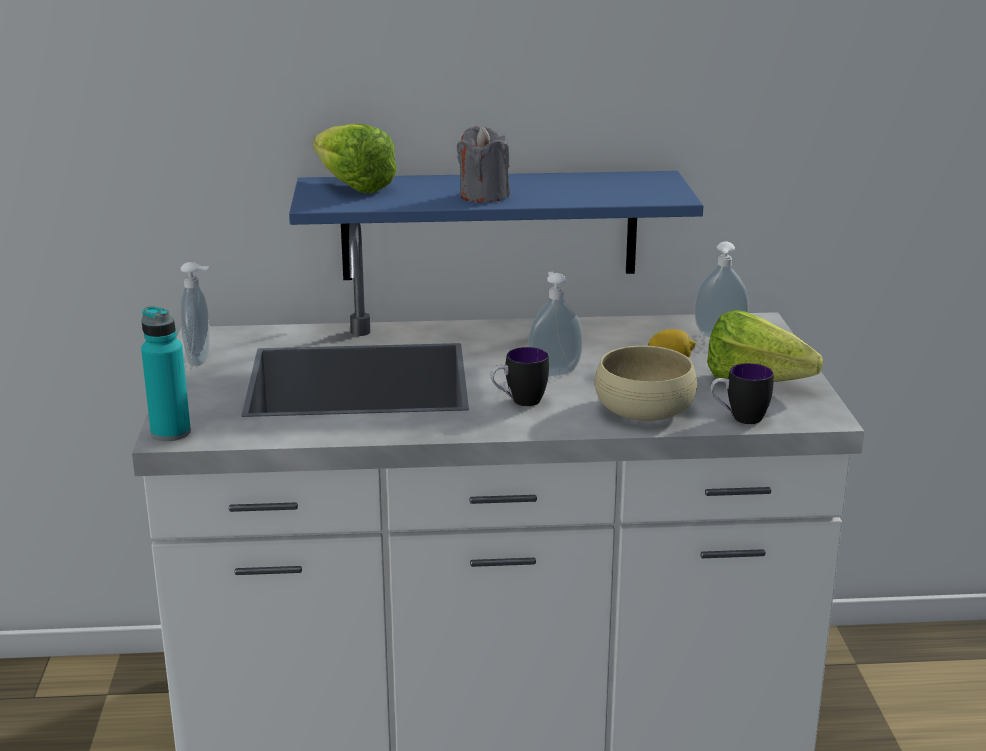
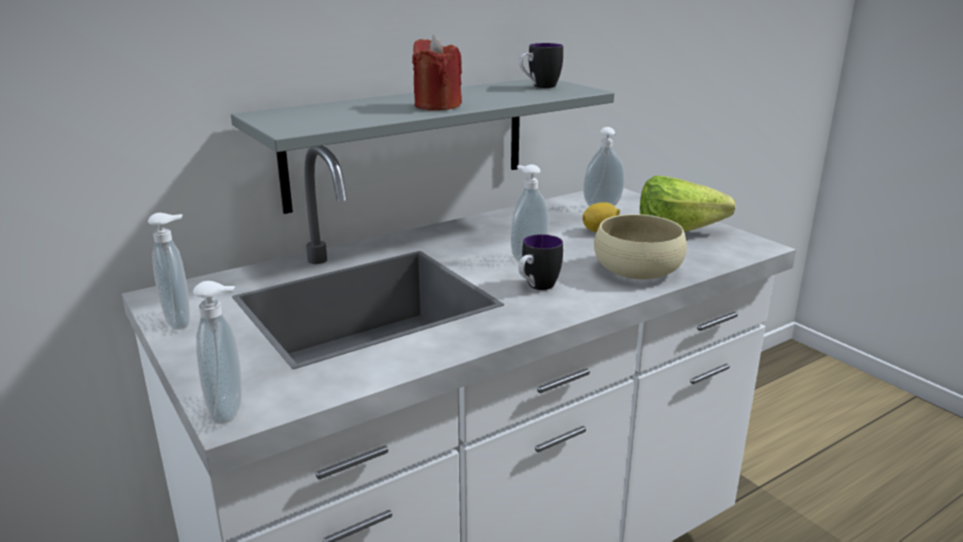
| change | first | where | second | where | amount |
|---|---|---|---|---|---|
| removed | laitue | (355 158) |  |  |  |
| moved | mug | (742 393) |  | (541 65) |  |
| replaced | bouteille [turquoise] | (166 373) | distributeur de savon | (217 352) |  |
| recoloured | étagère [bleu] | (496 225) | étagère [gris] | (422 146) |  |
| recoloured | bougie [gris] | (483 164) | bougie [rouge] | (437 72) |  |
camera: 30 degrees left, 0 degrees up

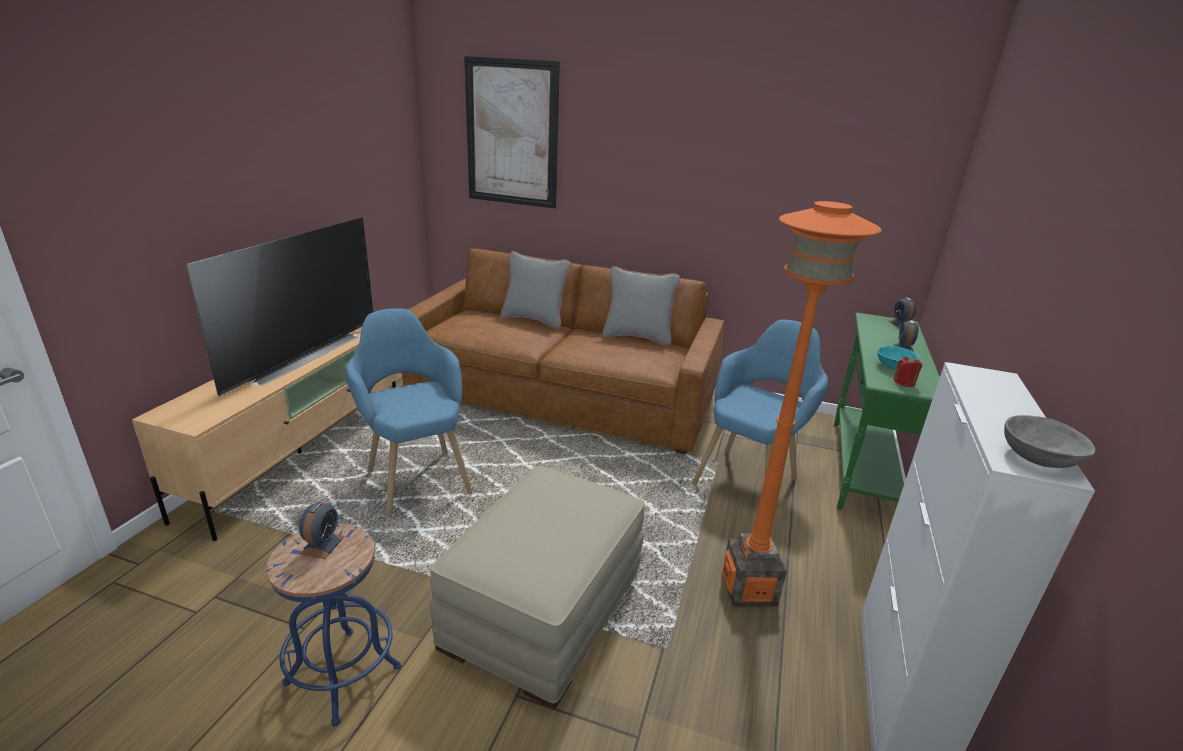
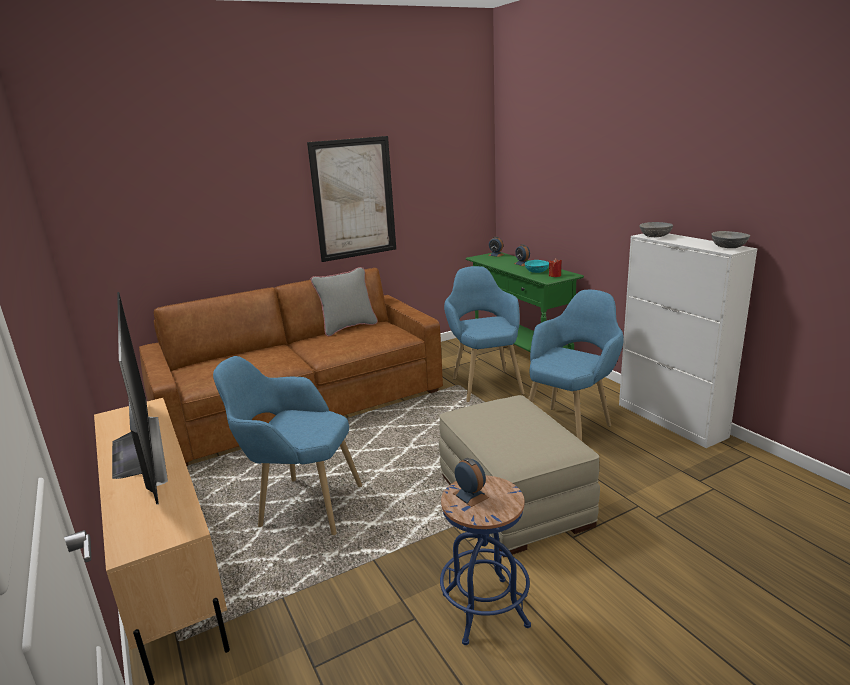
| change | first | where | second | where | amount |
|---|---|---|---|---|---|
| removed | coussin [gris] | (536 290) |  |  |  |
| added |  |  | bol [gris] | (656 229) |  |
| moved | tableau | (512 132) |  | (351 199) |  |
| replaced | lampadaire [orange] | (802 404) | fauteuil [bleu] | (576 365) |  |
camera: 45 degrees left, 5 degrees down

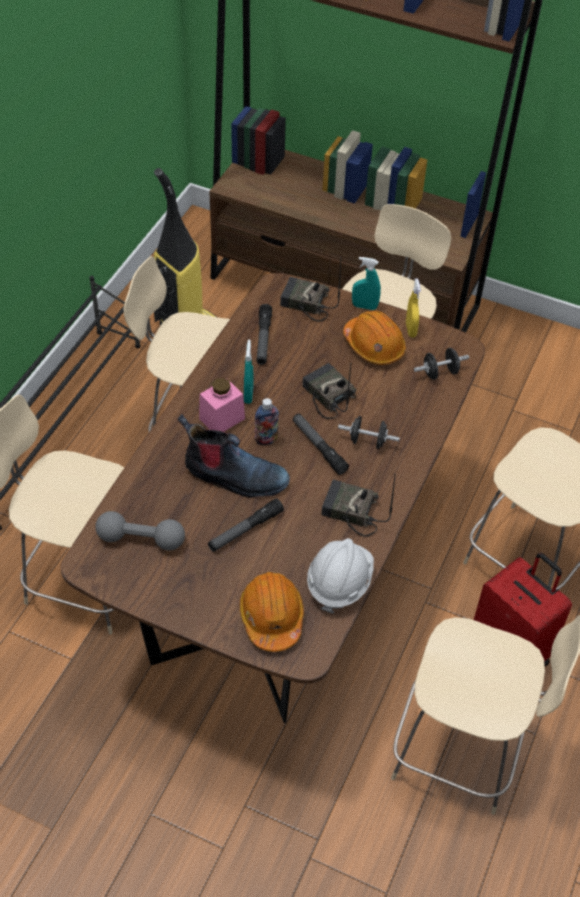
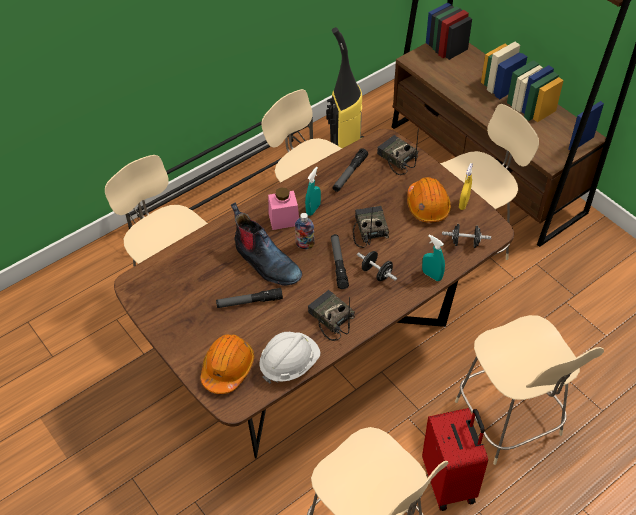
| change | first | where | second | where | amount |
|---|---|---|---|---|---|
| removed | haltère [gris] | (140 530) |  |  |  |
| moved | vaporisateur [turquoise] | (366 283) |  | (433 257) |  |
camera: 30 degrees right, 0 degrees up

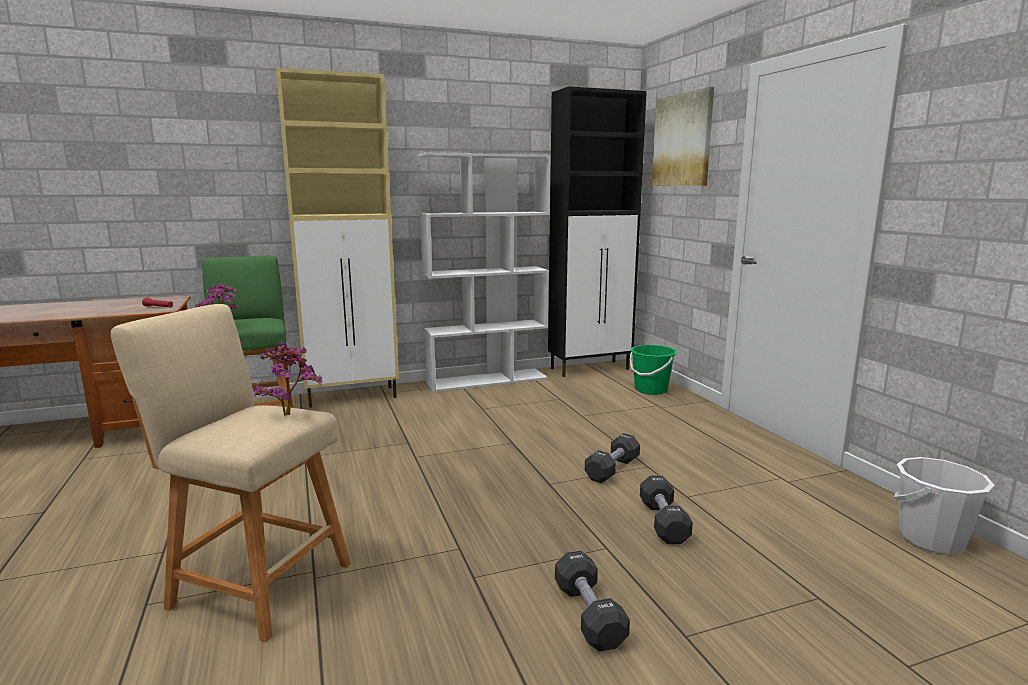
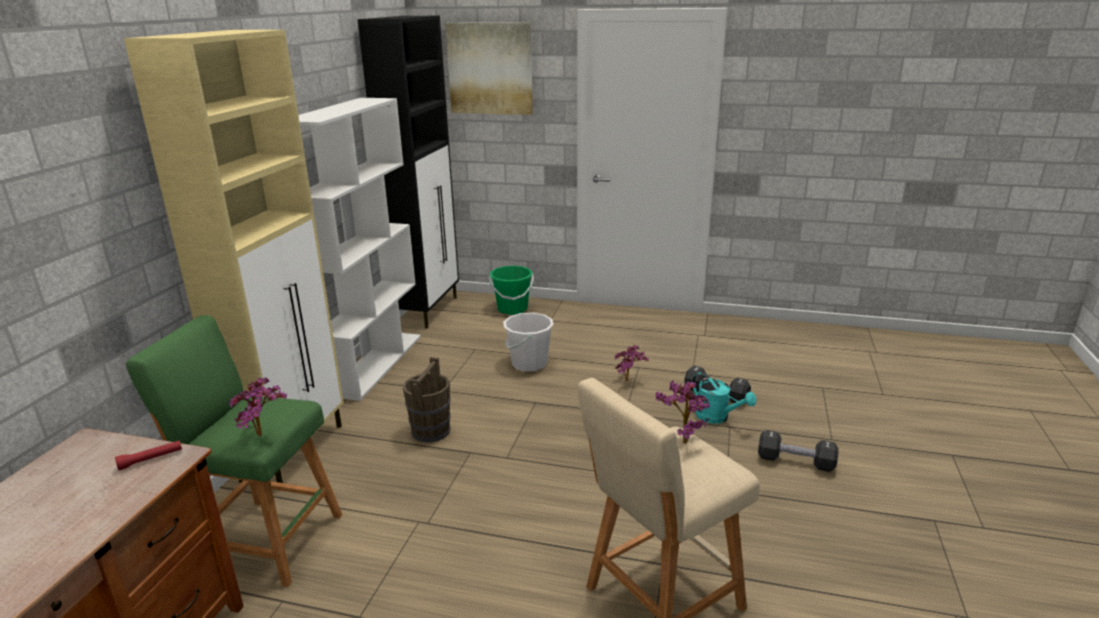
| change | first | where | second | where | amount |
|---|---|---|---|---|---|
| added |  |  | seau [marron] | (427 400) |  |
| added |  |  | arrosoir [turquoise] | (724 398) |  |
| moved | seau [blanc] | (944 505) |  | (528 342) |  |
| replaced | haltère [noir] | (612 458) | plante en pot | (631 363) |  |
camera: 55 degrees left, 10 degrees up

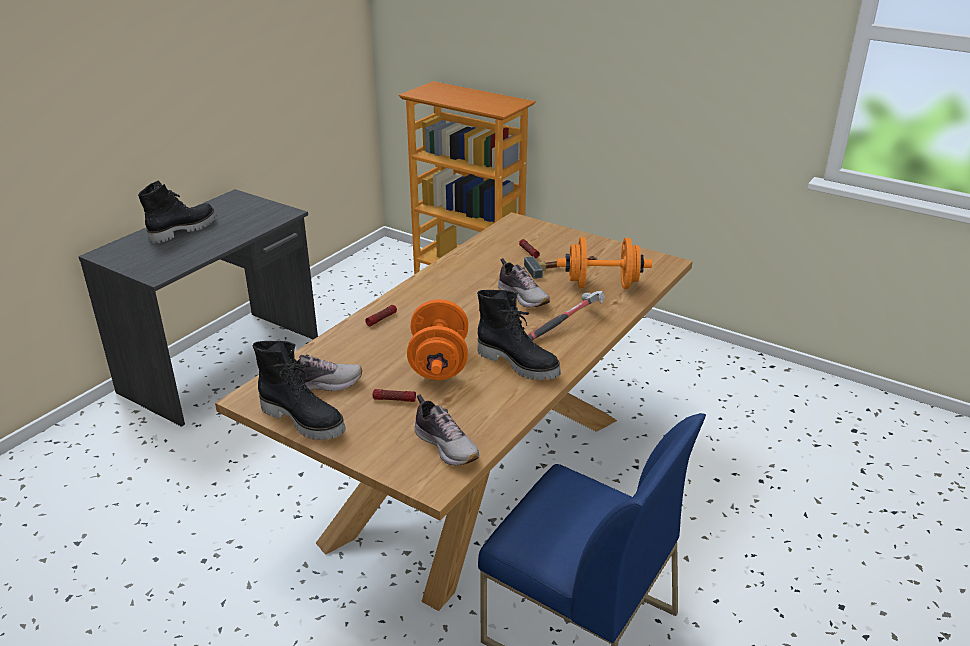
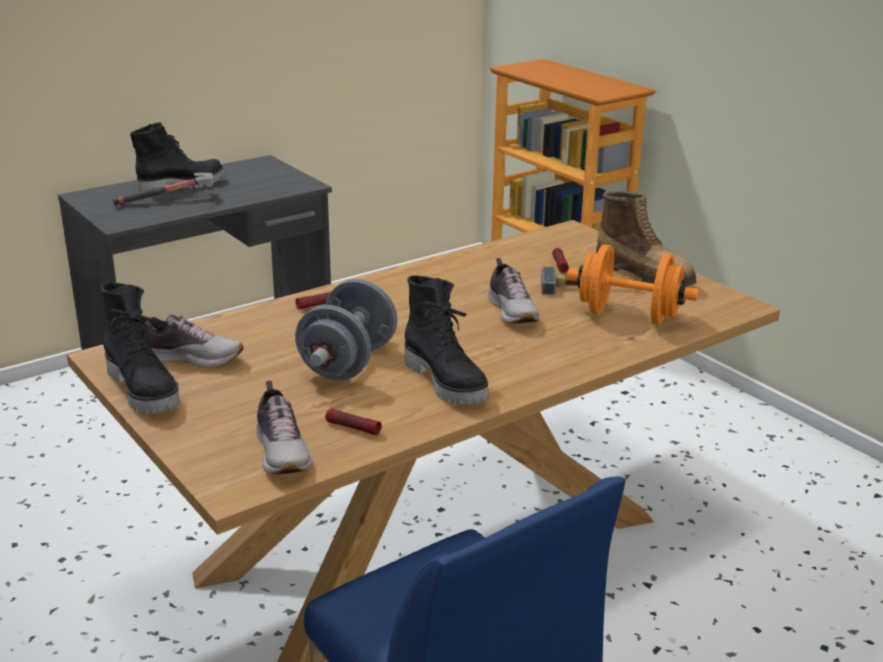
| change | first | where | second | where | amount |
|---|---|---|---|---|---|
| added |  |  | botte | (646 238) |  |
| moved | lampe de poche | (394 395) |  | (353 422) |  |
| moved | marteau | (566 316) |  | (164 189) |  |
| recoloured | haltère [orange] | (437 339) | haltère [gris] | (346 330) |  |
camera: 20 degrees right, 5 degrees down

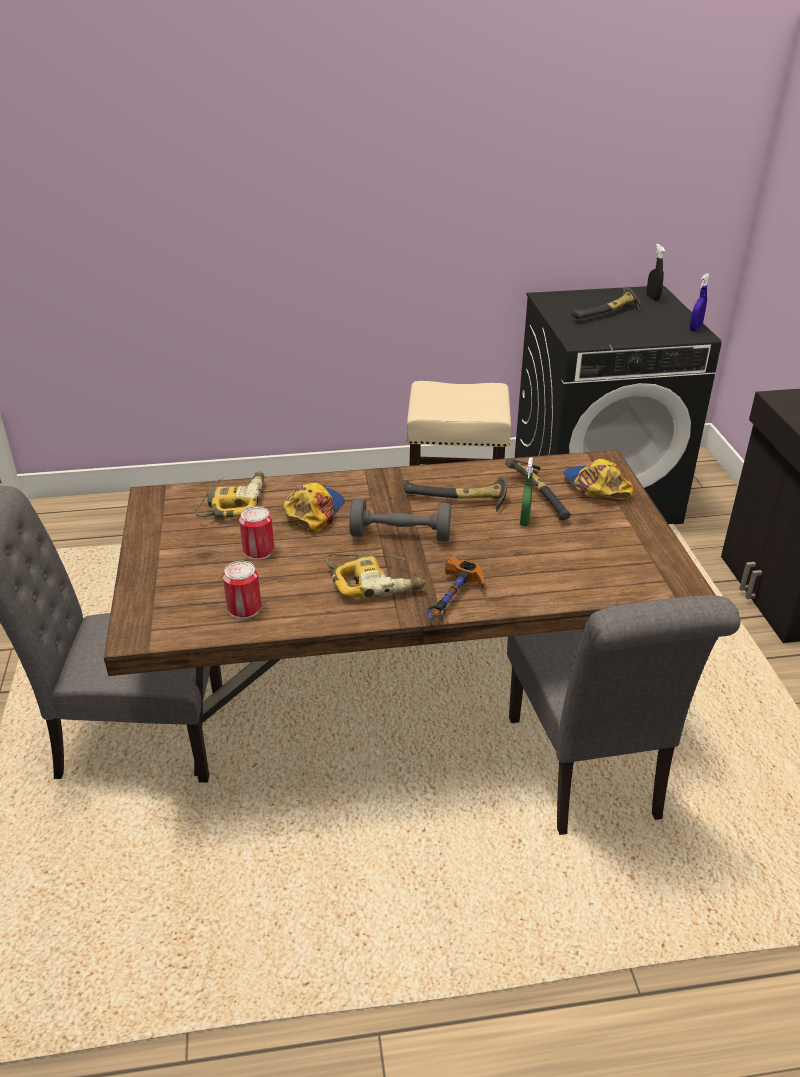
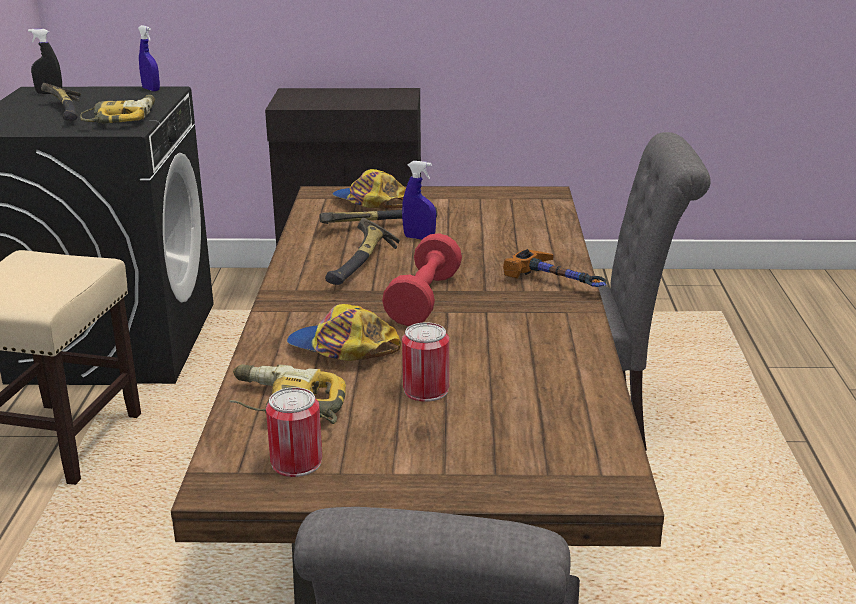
| change | first | where | second | where | amount |
|---|---|---|---|---|---|
| moved | boîte métallique | (242 590) |  | (294 432) |  |
| moved | perceuse | (376 575) |  | (117 109) |  |
| recoloured | haltère [gris] | (400 520) | haltère [rouge] | (422 279) |  |
| recoloured | vaporisateur [vert] | (526 491) | vaporisateur [bleu] | (419 200) |  |
| turned | casquette | (598 480) |  | (369 189) | 60 degrees clockwise |
camera: 80 degrees left, 10 degrees down

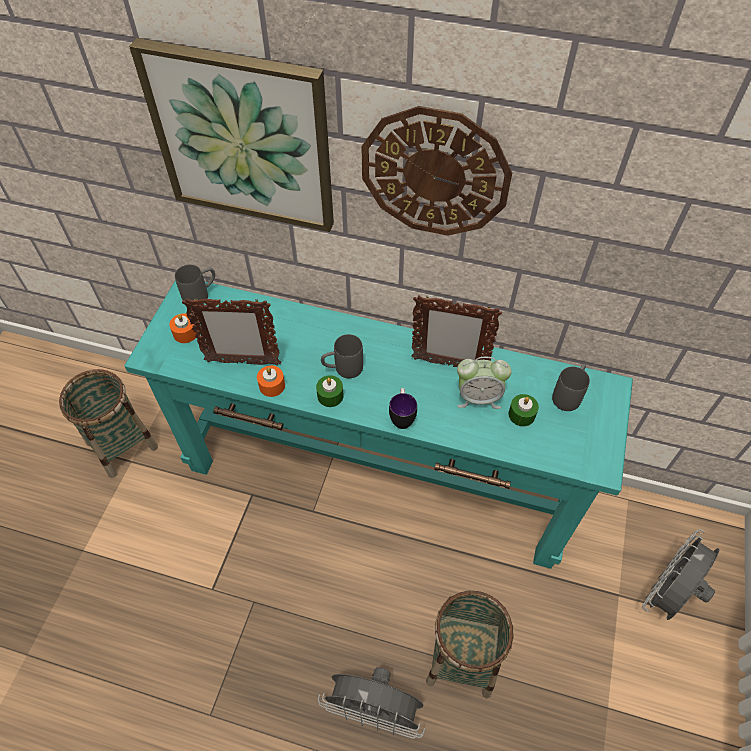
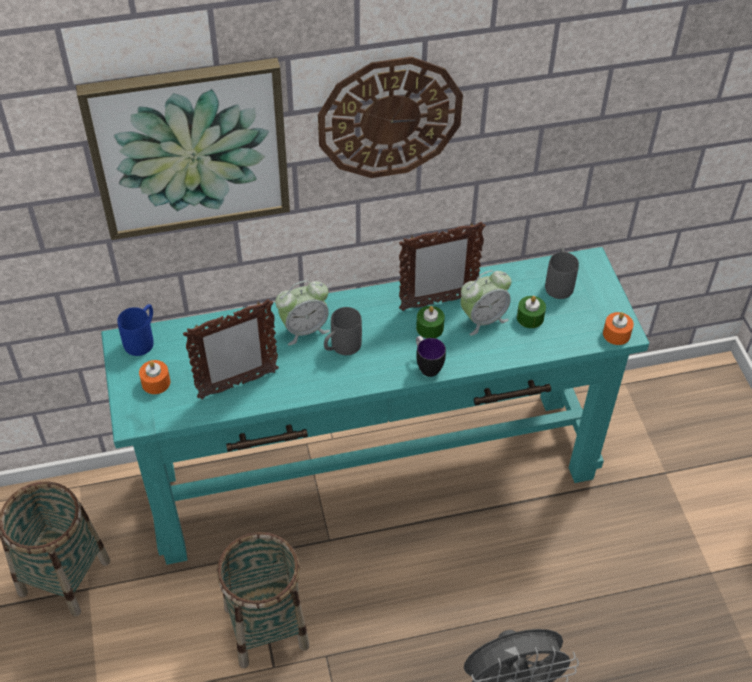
| change | first | where | second | where | amount |
|---|---|---|---|---|---|
| removed | ventilateur [gris] | (680 574) |  |  |  |
| added |  |  | réveil | (302 313) |  |
| moved | bougie [orange] | (271 381) |  | (618 328) |  |
| moved | bougie [vert] | (330 391) |  | (430 322) |  |
| moved | panier | (470 644) |  | (263 600) |  |
| recoloured | mug [gris] | (195 284) | mug [bleu] | (135 330) |  |
camera: 30 degrees left, 5 degrees down

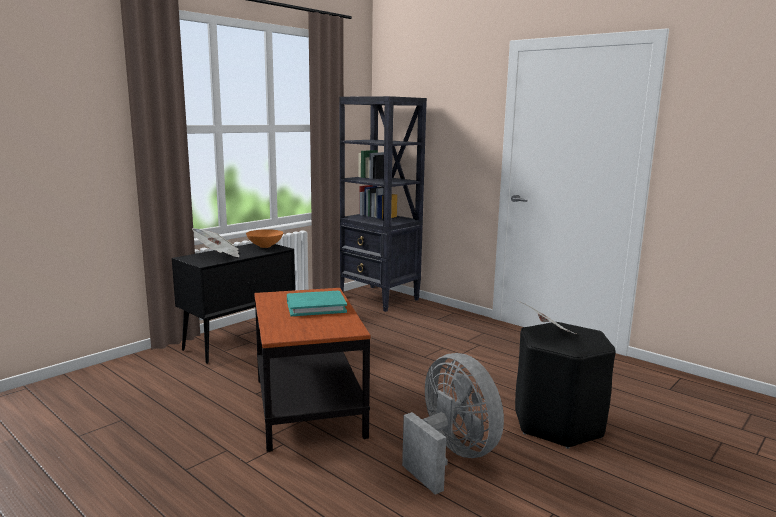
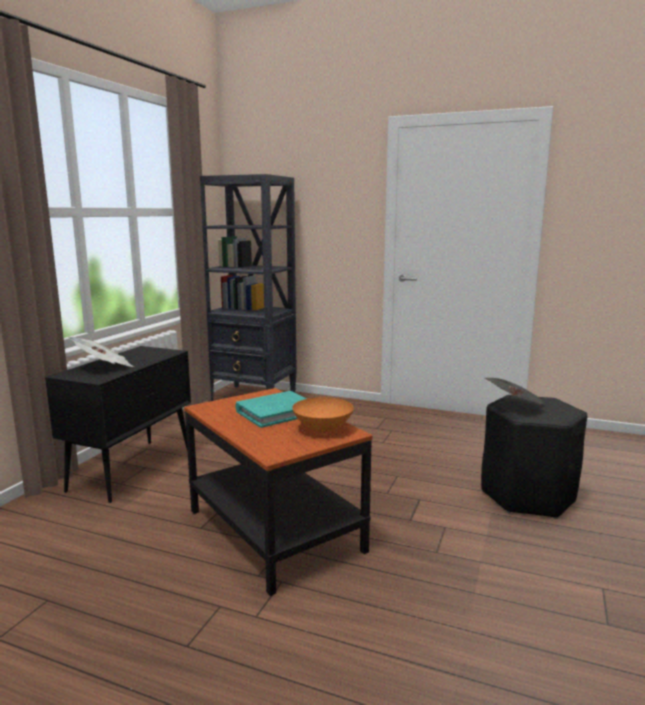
| change | first | where | second | where | amount |
|---|---|---|---|---|---|
| removed | ventilateur [gris] | (453 423) |  |  |  |
| moved | bol [orange] | (264 238) |  | (323 414) |  |
camera: 20 degrees left, 0 degrees up

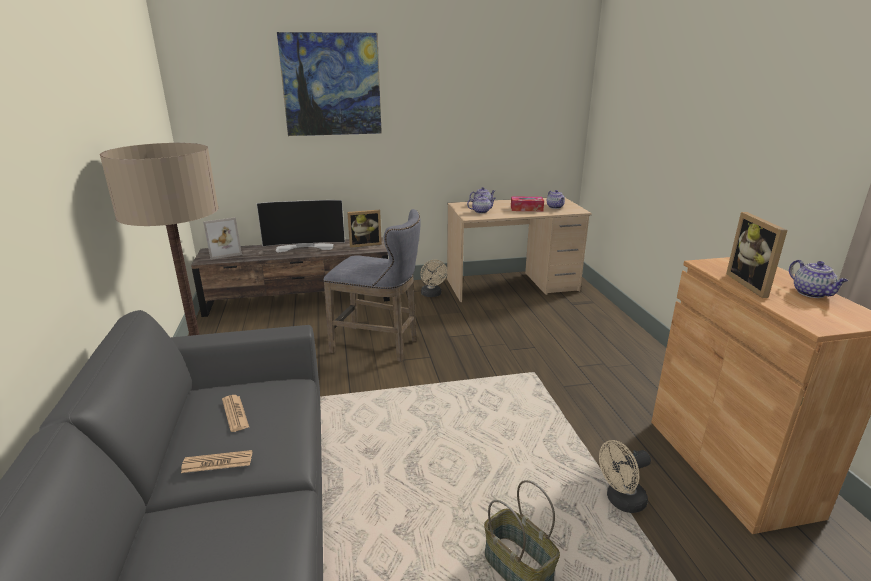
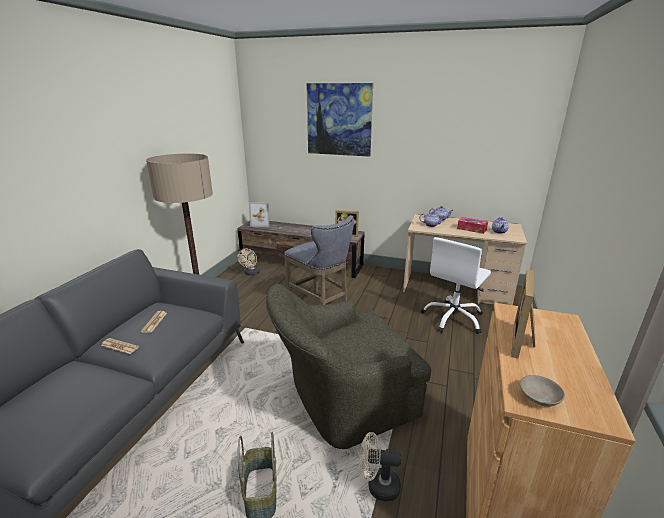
| change | first | where | second | where | amount |
|---|---|---|---|---|---|
| removed | téléviseur | (301 226) |  |  |  |
| removed | théière | (818 279) |  |  |  |
| added |  |  | fauteuil [vert] | (348 366) |  |
| added |  |  | chaise de bureau [blanc] | (456 285) |  |
| added |  |  | bol [beige] | (542 391) |  |
| moved | ventilateur [beige] | (433 278) |  | (249 262) |  |
camera: 30 degrees right, 0 degrees up

